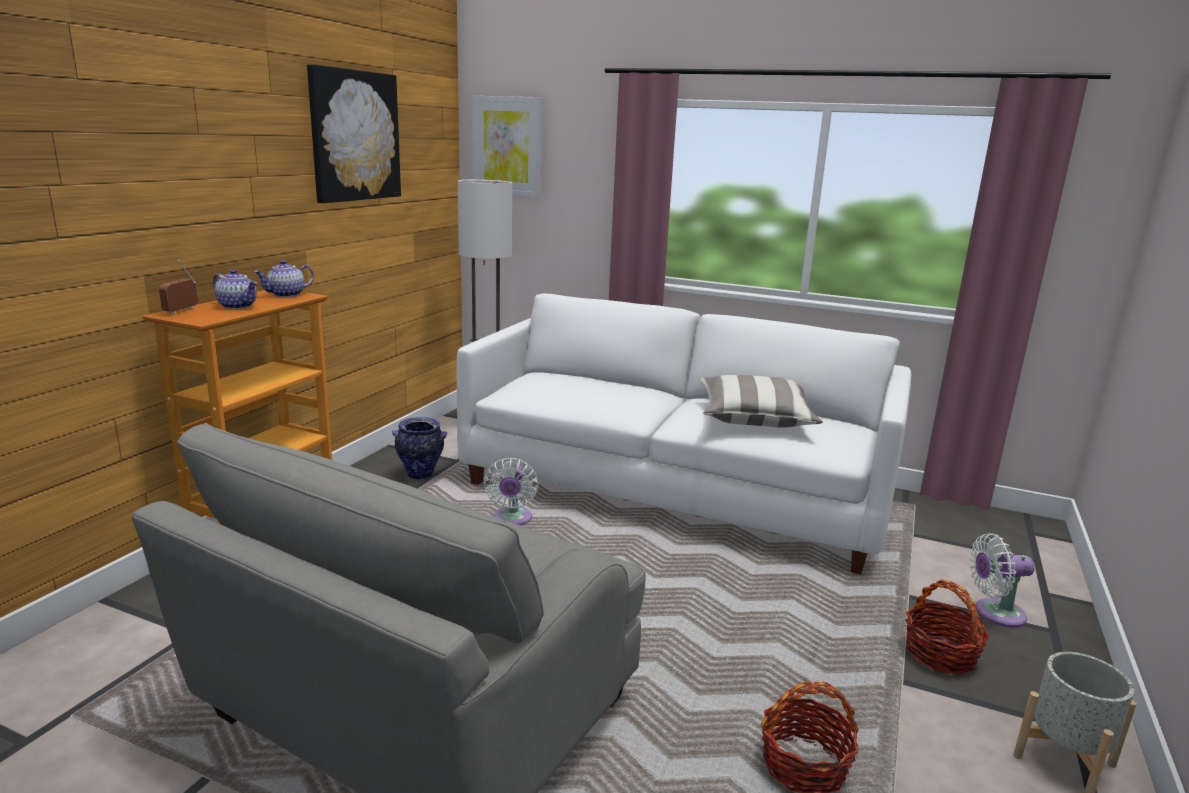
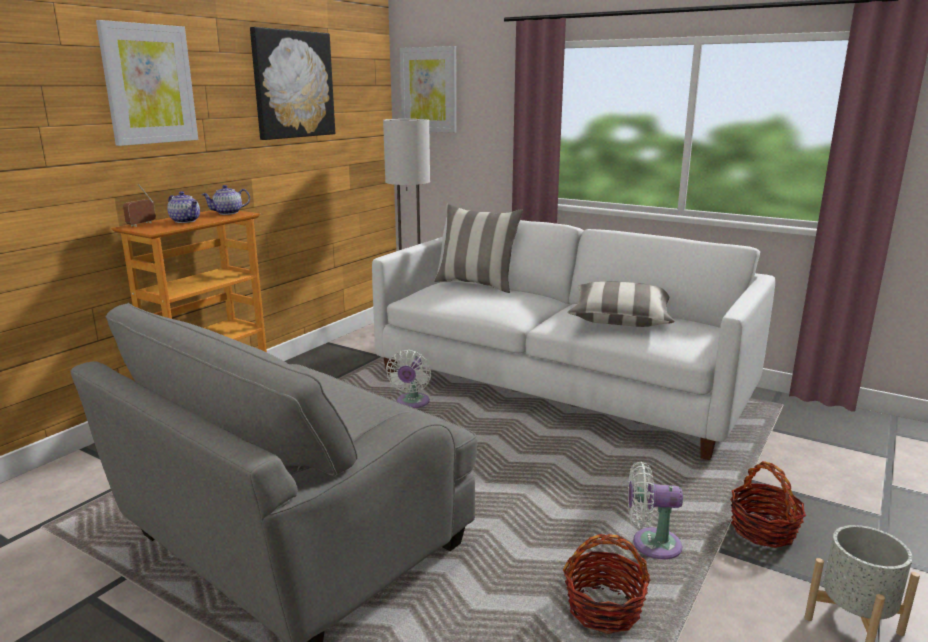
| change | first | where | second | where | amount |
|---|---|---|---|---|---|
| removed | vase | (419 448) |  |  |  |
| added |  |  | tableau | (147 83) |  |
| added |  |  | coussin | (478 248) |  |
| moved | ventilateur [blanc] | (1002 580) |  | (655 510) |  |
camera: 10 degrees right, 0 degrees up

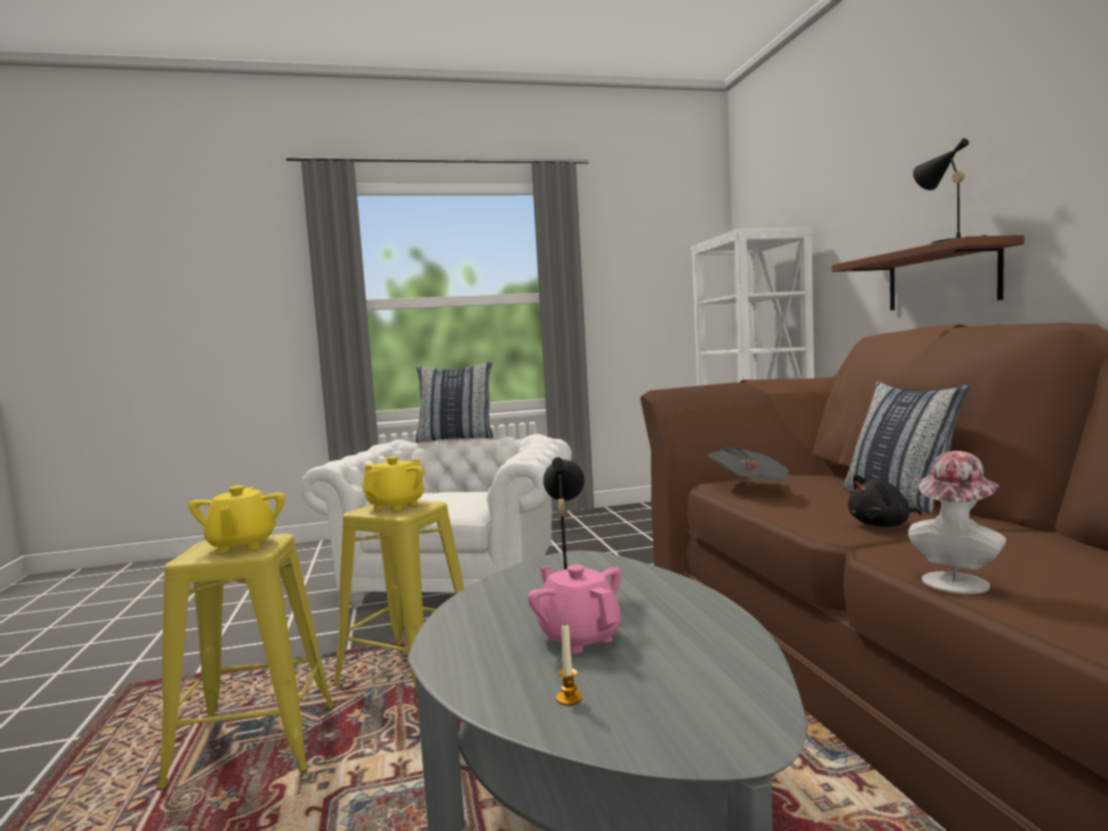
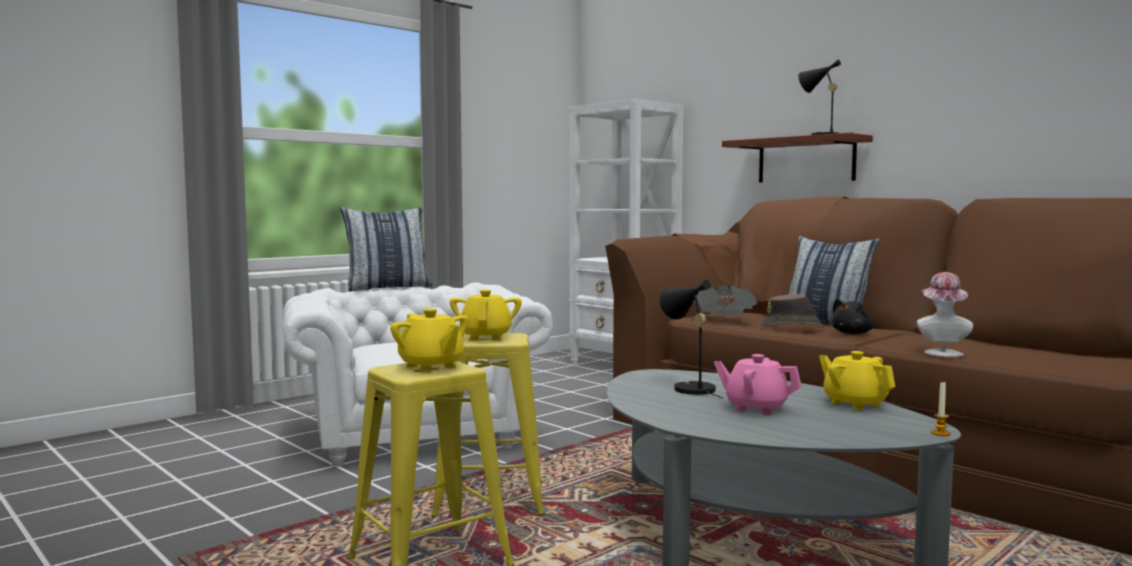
| change | first | where | second | where | amount |
|---|---|---|---|---|---|
| added |  |  | chapeau [marron] | (792 311) |  |
| added |  |  | théière [jaune] | (857 380) |  |
| moved | bougie | (569 665) |  | (941 409) |  |
camera: 30 degrees left, 0 degrees up

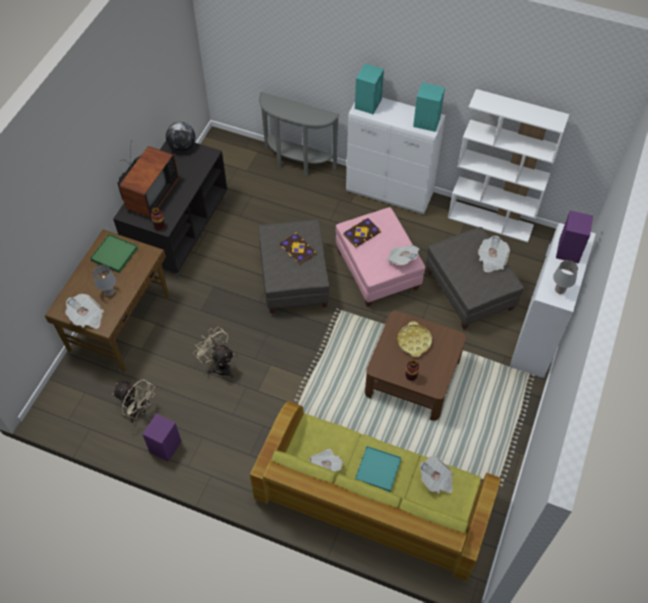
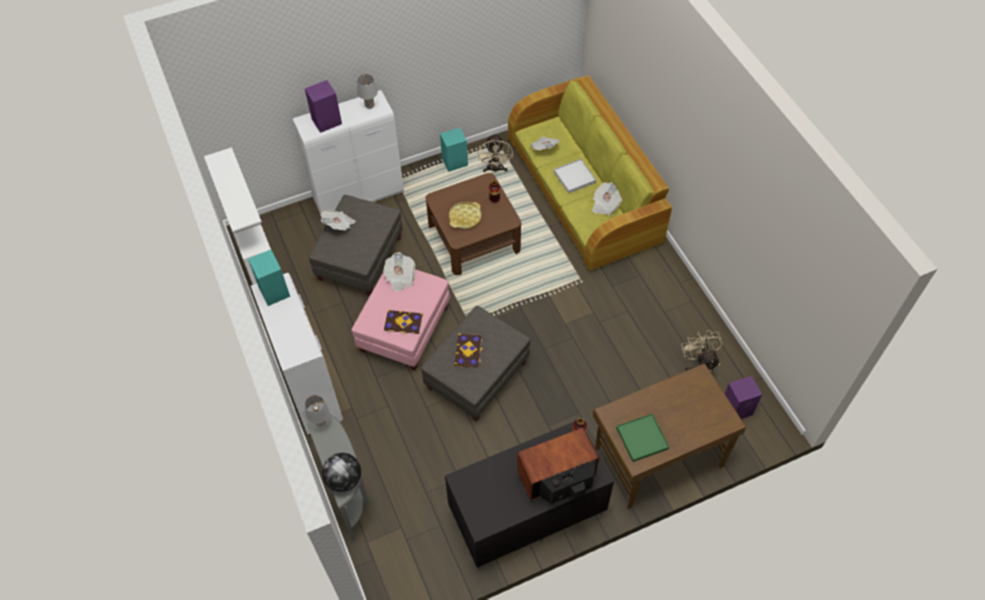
| change | first | where | second | where | amount |
|---|---|---|---|---|---|
| removed | journal | (84 311) |  |  |  |
| moved | lampe de table [gris] | (104 280) |  | (317 411) |  |
| moved | enceinte [violet] | (162 438) |  | (743 397) |  |
| moved | globe | (180 137) |  | (341 472) |  |
| moved | ventilateur [beige] | (213 352) |  | (495 153) |  |
| moved | enceinte [turquoise] | (369 89) |  | (454 150) |  |
| recoloured | plateau [turquoise] | (378 469) | plateau [blanc] | (575 176) |  |
camera: 135 degrees left, 0 degrees up

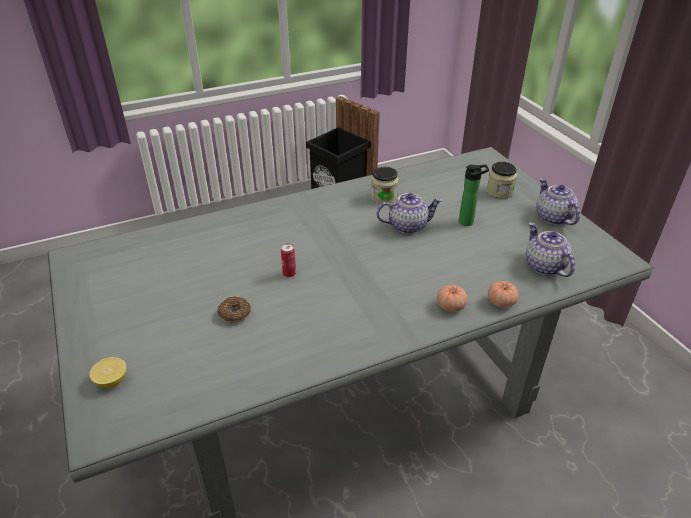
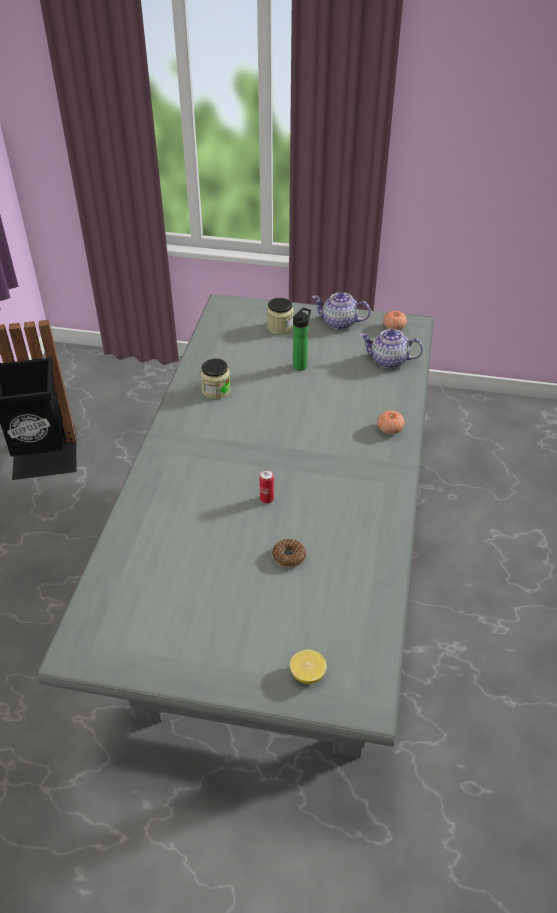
| change | first | where | second | where | amount |
|---|---|---|---|---|---|
| removed | théière | (409 213) |  |  |  |
| moved | tomate | (503 294) |  | (395 320) |  |
camera: 55 degrees left, 5 degrees up

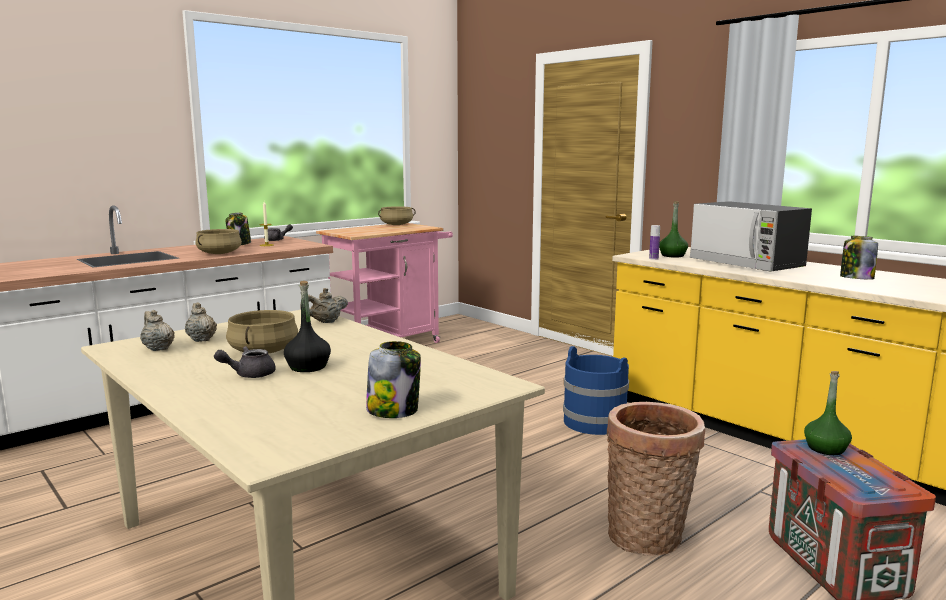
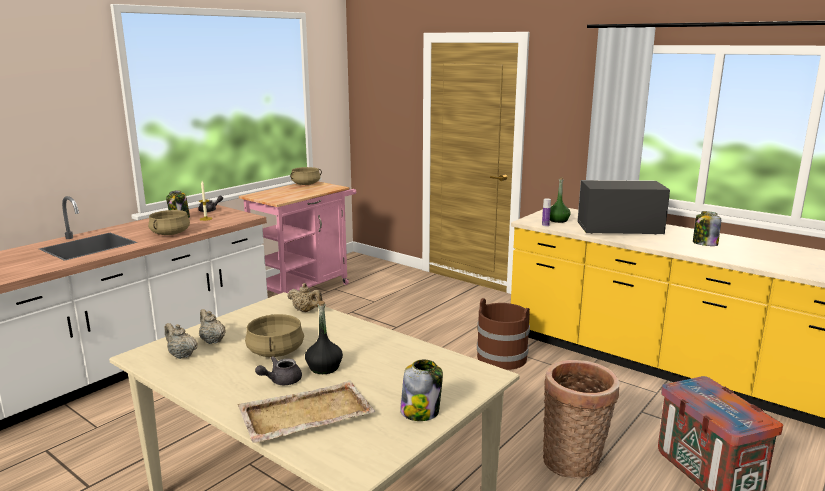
| change | first | where | second | where | amount |
|---|---|---|---|---|---|
| removed | bouteille [vert] | (828 413) |  |  |  |
| added |  |  | plateau [beige] | (307 411) |  |
| recoloured | seau [bleu] | (596 390) | seau [marron] | (503 334) |  |
| turned | théière [beige] | (324 305) |  | (305 297) | 105 degrees counterclockwise |
| turned | micro-ondes | (751 236) |  | (623 207) | 135 degrees clockwise |
camera: 10 degrees left, 5 degrees up

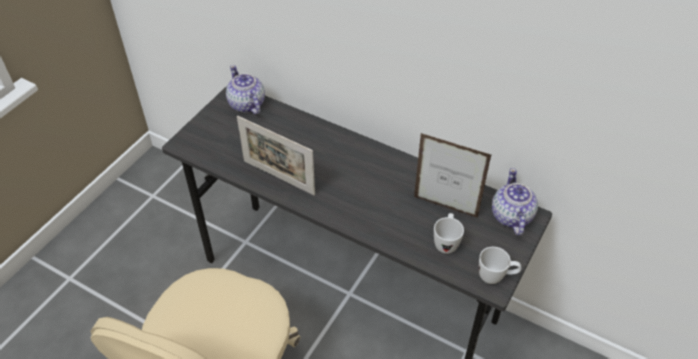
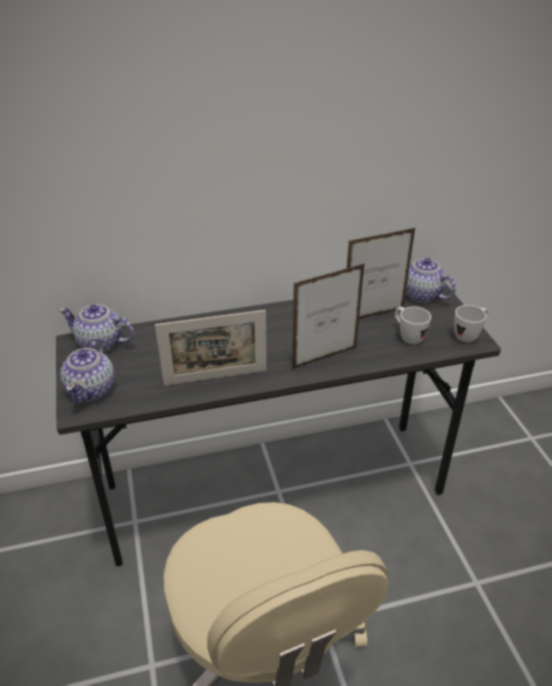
| change | first | where | second | where | amount |
|---|---|---|---|---|---|
| added |  |  | théière | (87 370) |  |
| added |  |  | cadre photo | (328 316) |  |
camera: 45 degrees left, 10 degrees down

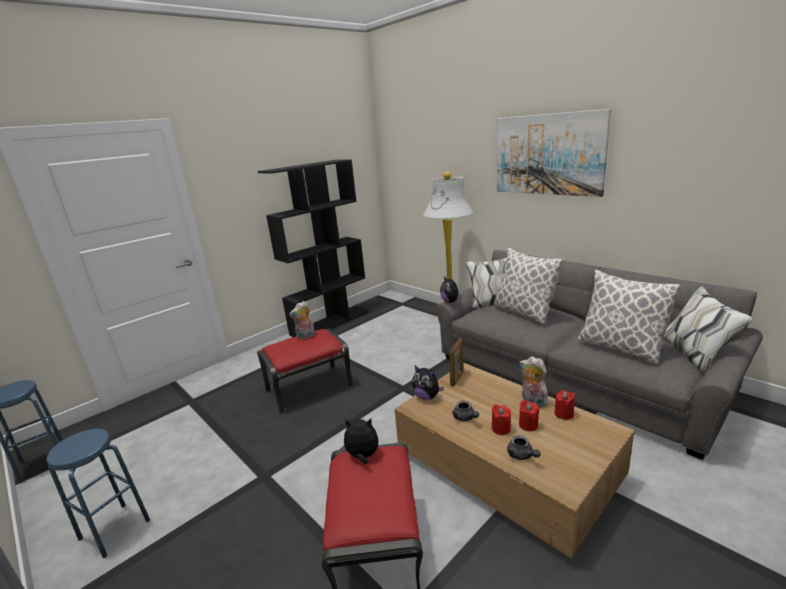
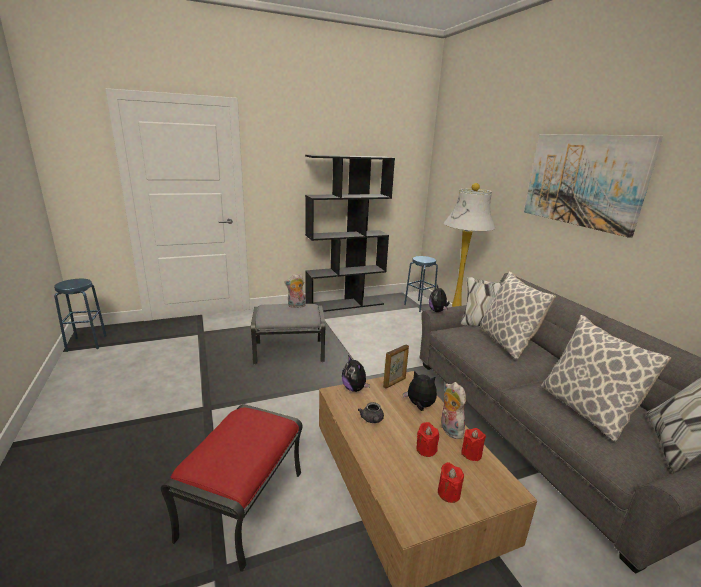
| change | first | where | second | where | amount |
|---|---|---|---|---|---|
| removed | théière [gris] | (524 448) |  |  |  |
| moved | tabouret [bleu] | (98 493) |  | (421 284) |  |
| moved | peluche | (359 441) |  | (420 390) |  |
| moved | bougie [rouge] | (501 419) |  | (451 482) |  |
| recoloured | pouf [rouge] | (305 371) | pouf [gris] | (288 334) |  |
camera: 20 degrees right, 0 degrees up

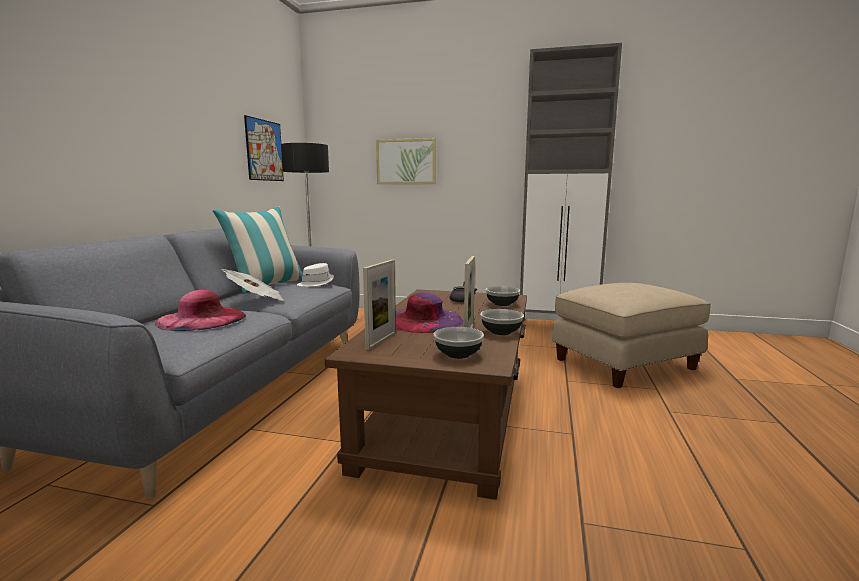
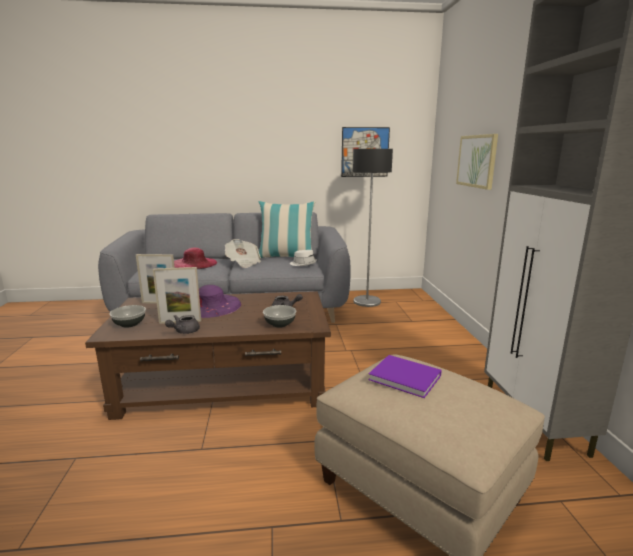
| change | first | where | second | where | amount |
|---|---|---|---|---|---|
| added |  |  | livre [violet] | (405 376) |  |
| replaced | bol | (502 322) | théière [gris] | (182 324) |  |
camera: 70 degrees right, 5 degrees up

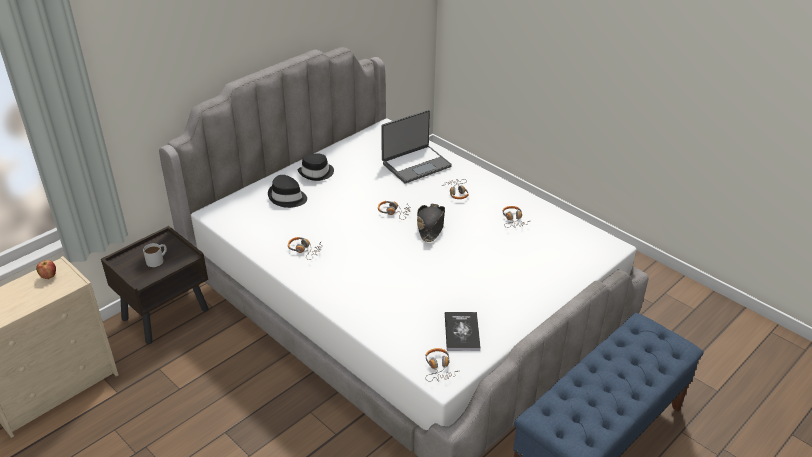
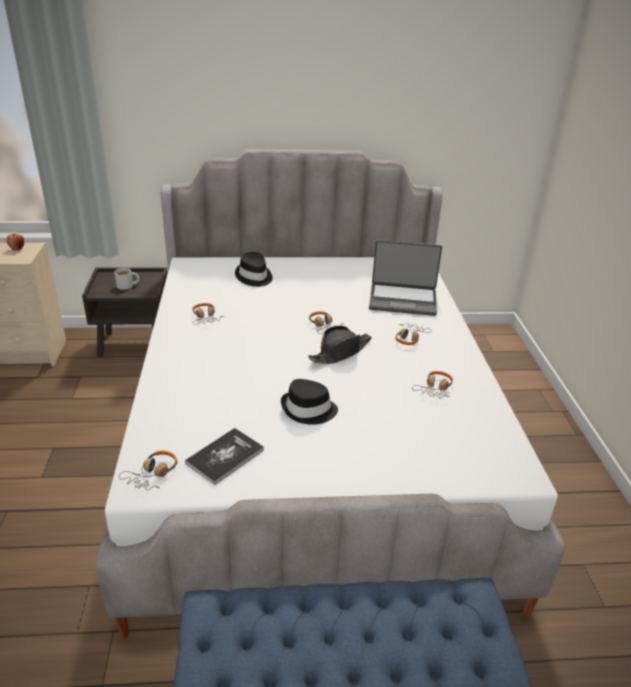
| change | first | where | second | where | amount |
|---|---|---|---|---|---|
| moved | chapeau [noir] | (316 167) |  | (309 402) |  |
camera: 40 degrees right, 5 degrees down

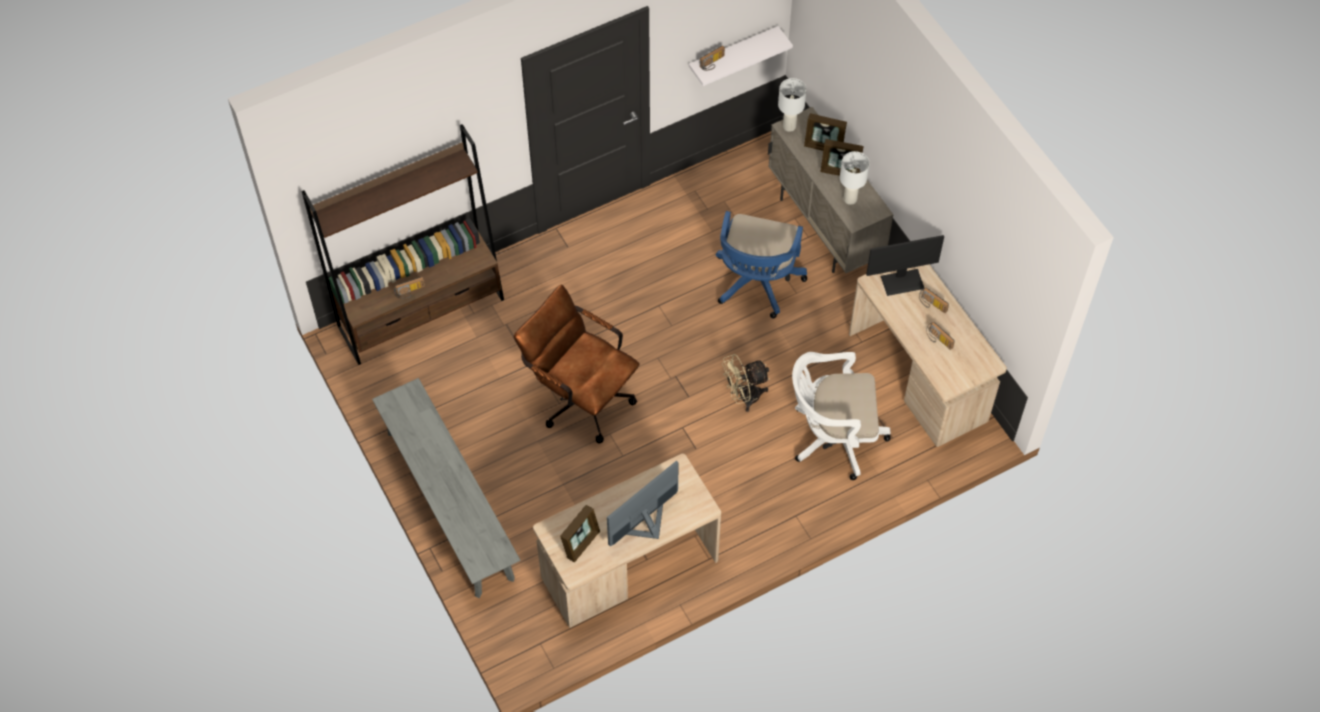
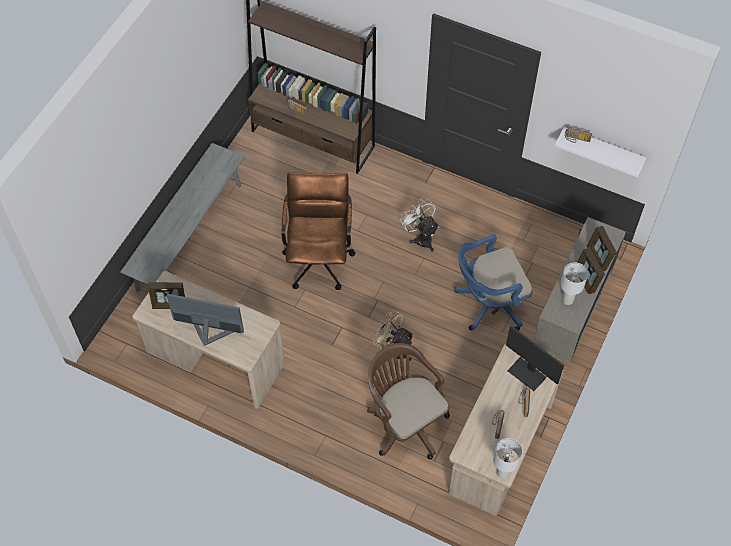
| change | first | where | second | where | amount |
|---|---|---|---|---|---|
| added |  |  | ventilateur [blanc] | (419 225) |  |
| moved | lampe de table [blanc] | (792 105) |  | (507 458) |  |
| recoloured | chaise de bureau [blanc] | (841 416) | chaise de bureau [marron] | (408 401) |  |
camera: 55 degrees right, 0 degrees up

